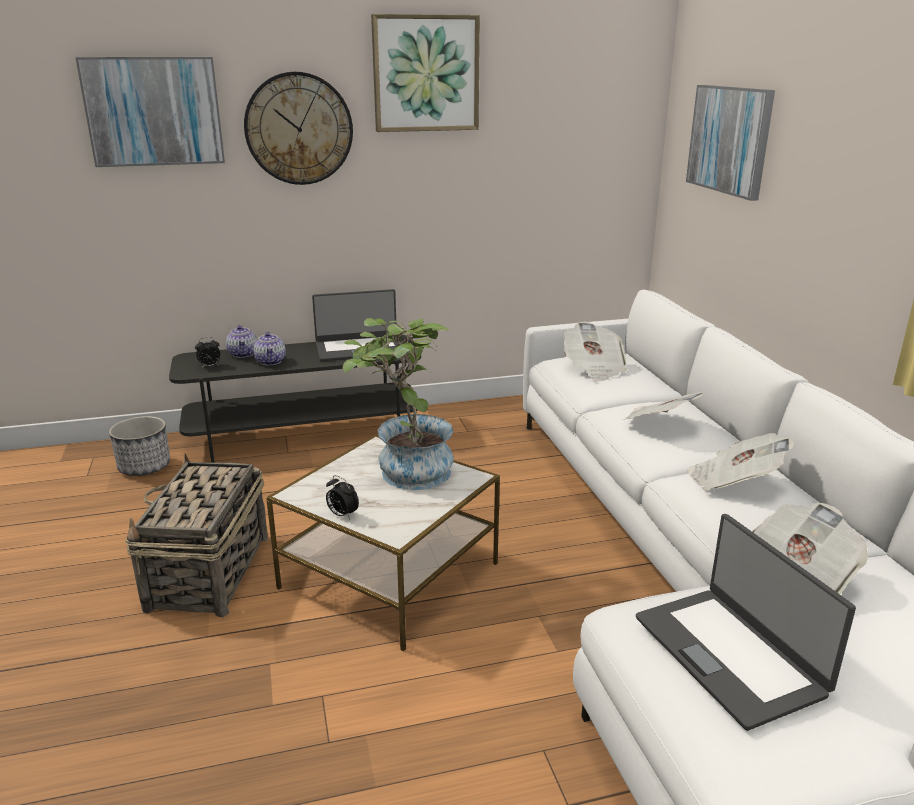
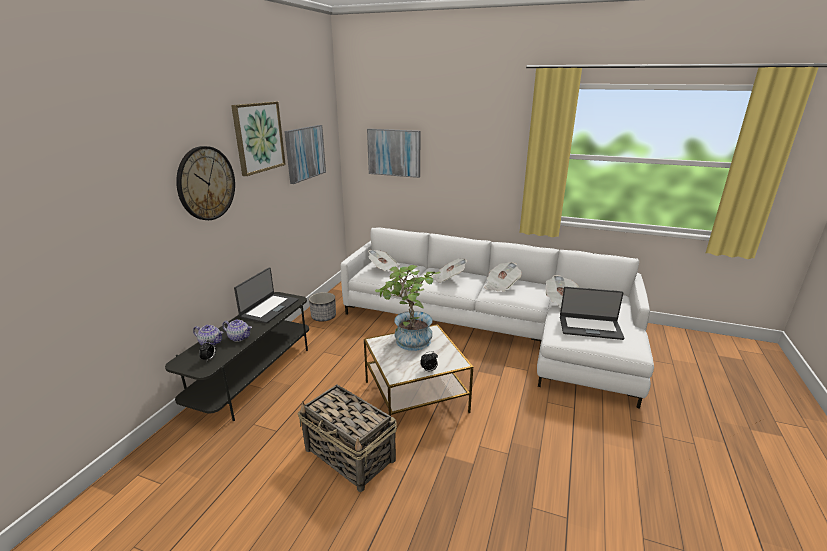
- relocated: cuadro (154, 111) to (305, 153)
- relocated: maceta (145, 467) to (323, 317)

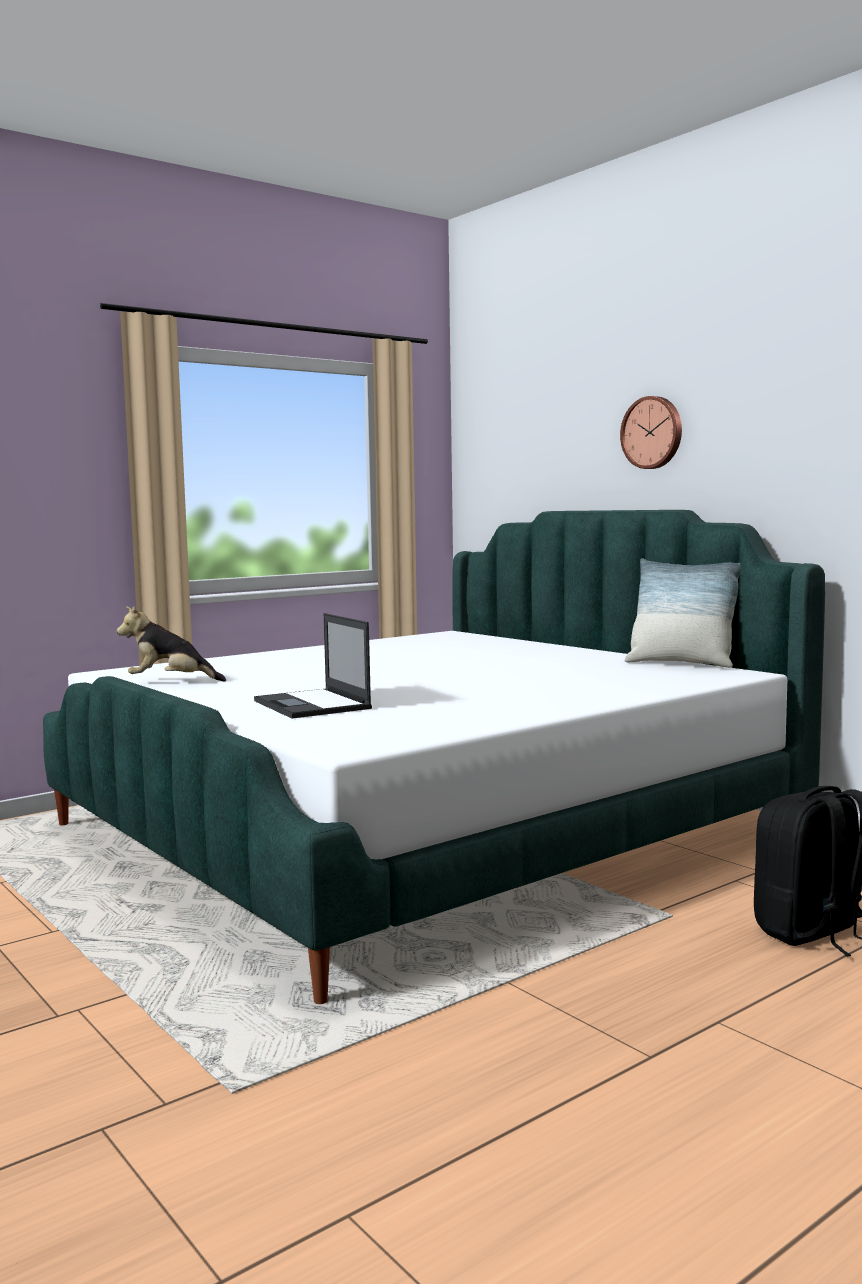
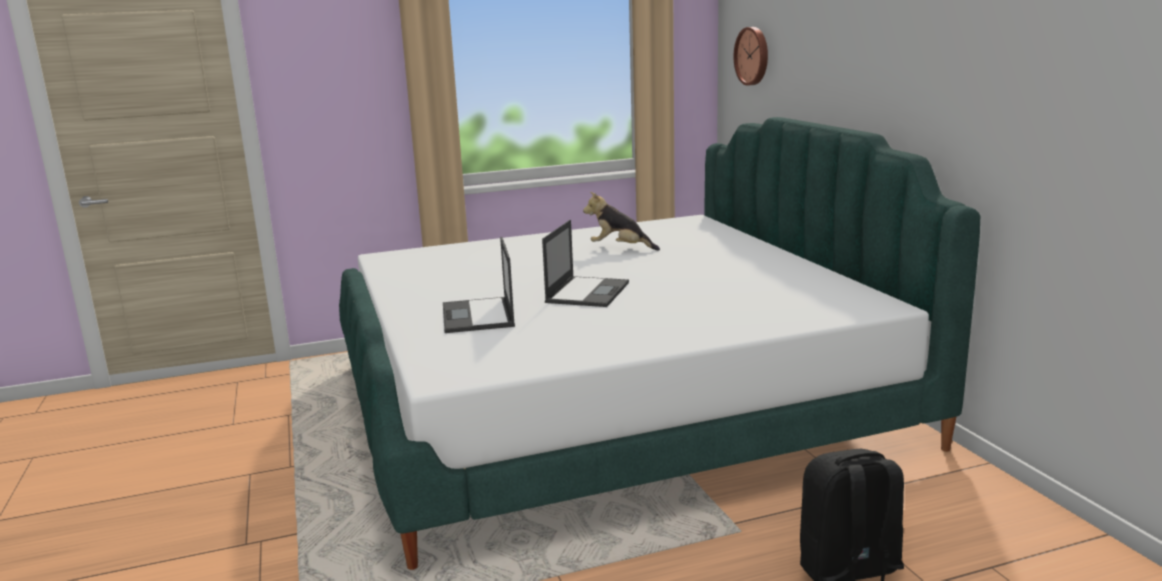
- appeared: portátil (587, 292)
- relocated: peluche (170, 682) to (620, 248)
- relocated: reloj de pared (653, 432) to (753, 56)
- missing: cojín (681, 664)

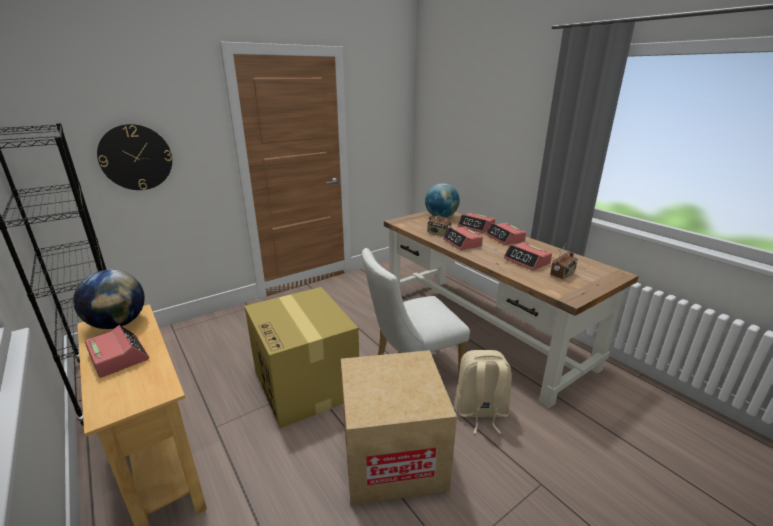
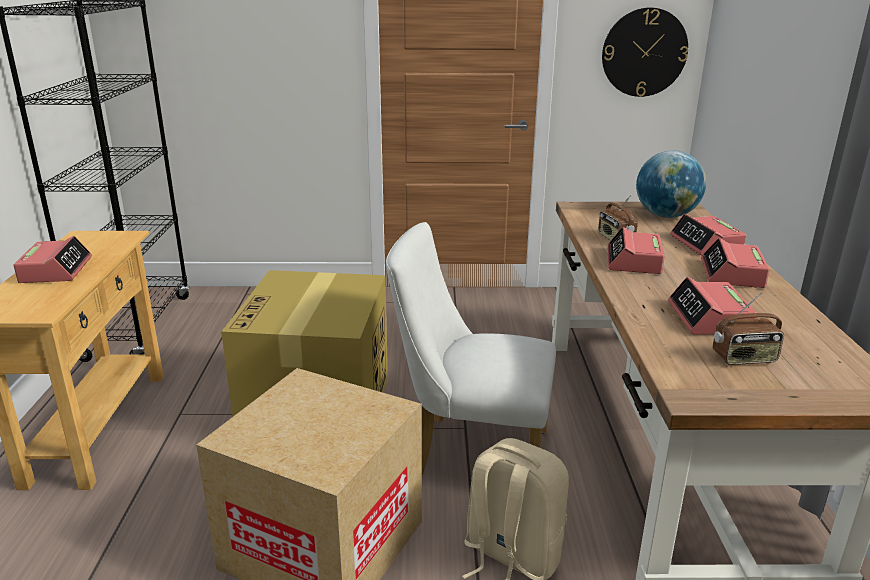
- relocated: reloj de pared (136, 157) to (644, 52)
- missing: globo terráqueo (118, 324)

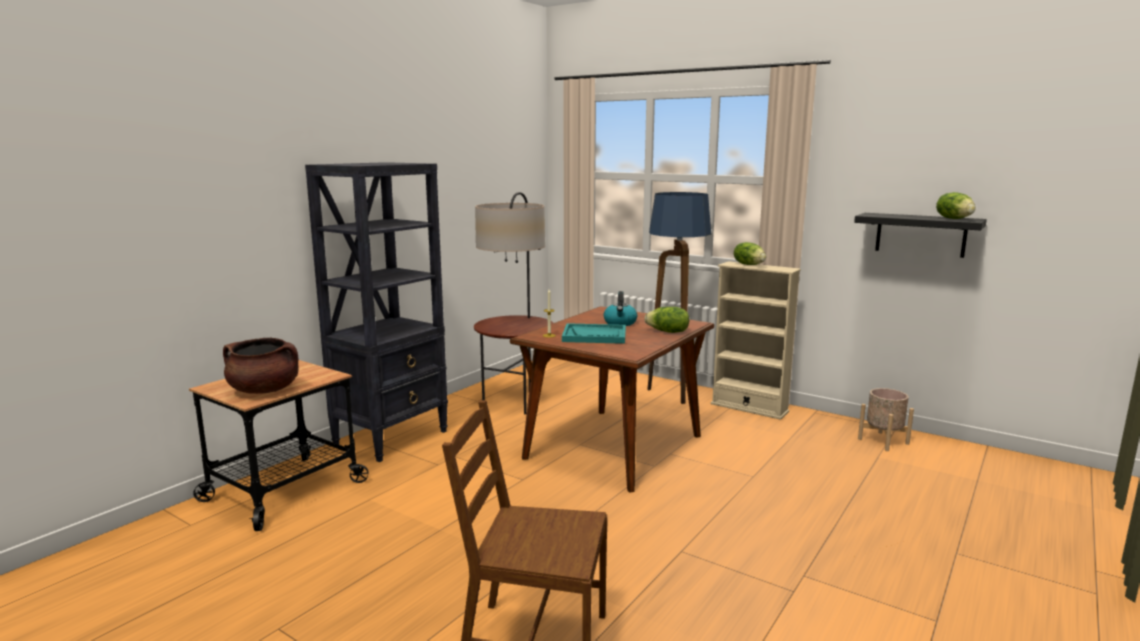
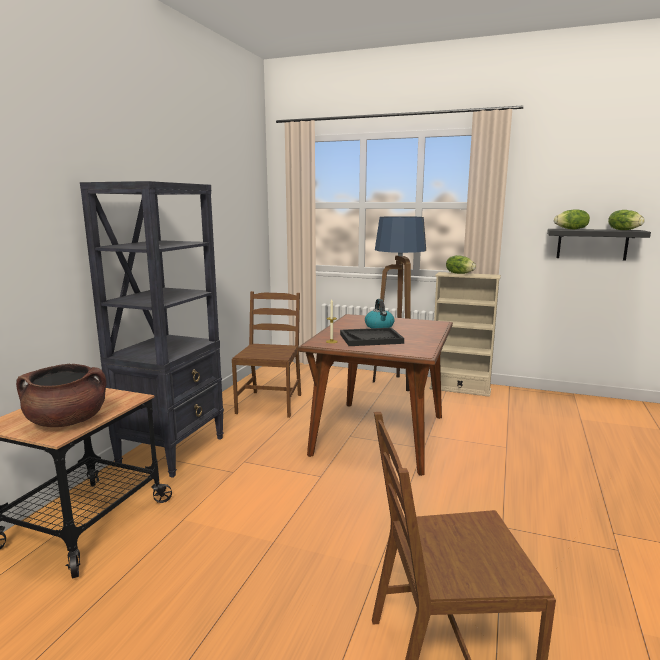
- exchanged: lámpara de pie (515, 402) to silla [marrón] (270, 403)
- colour: bandeja [turquesa] (594, 336) to bandeja [negro] (371, 339)
- relocated: lechuga (668, 332) to (571, 229)
- missing: maceta [beis] (883, 441)

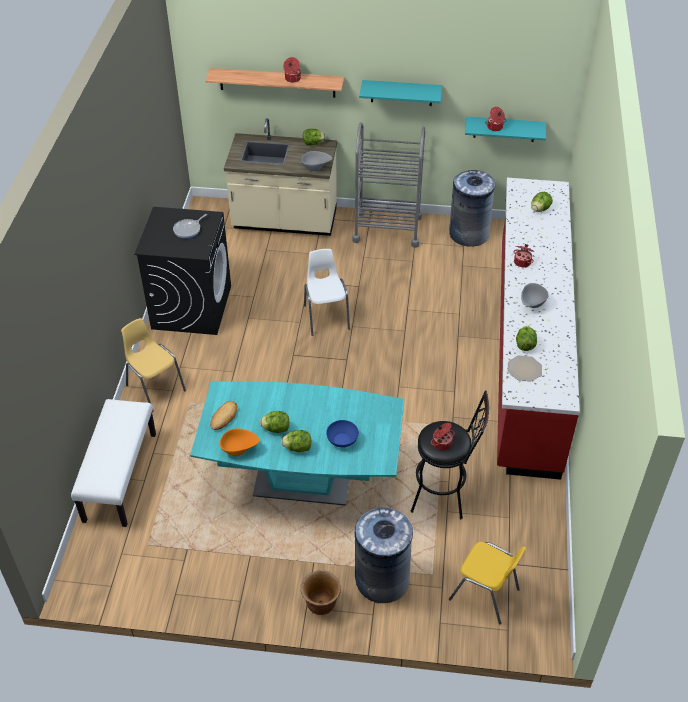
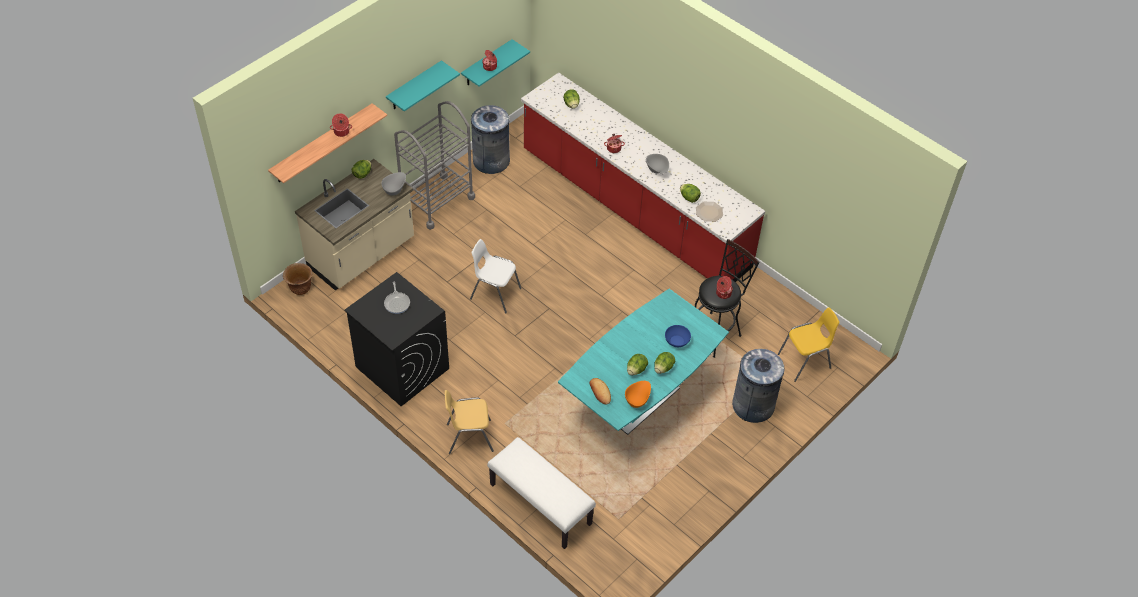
- relocated: maceta [marrón] (320, 604) to (300, 288)

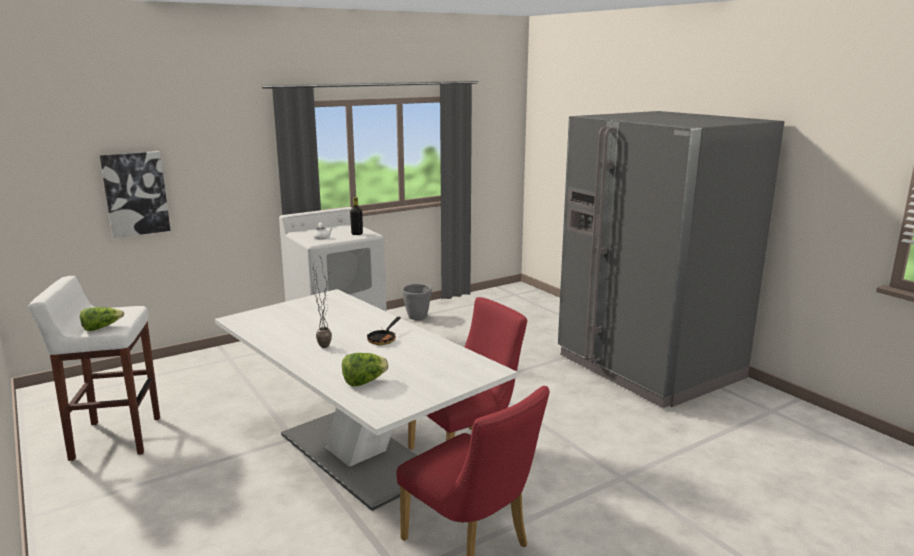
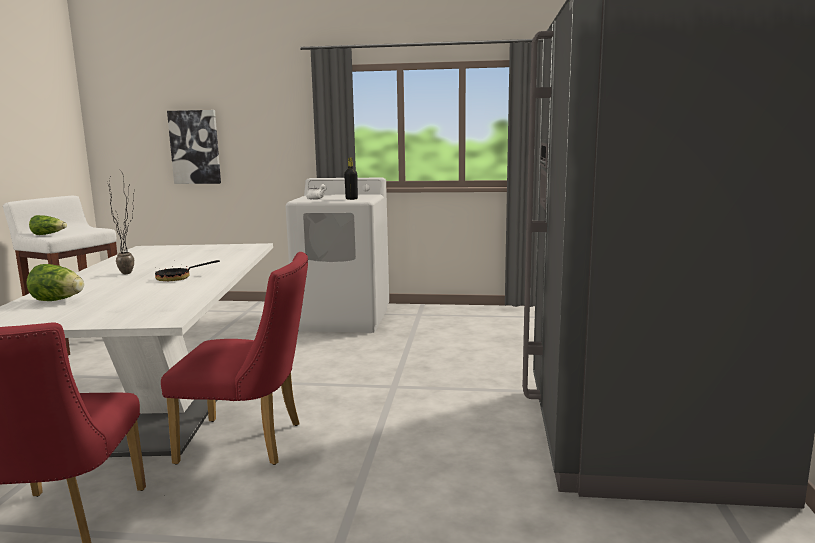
- missing: maceta [gris] (417, 318)

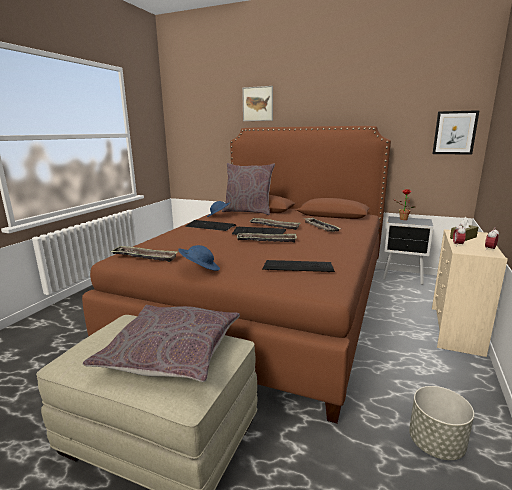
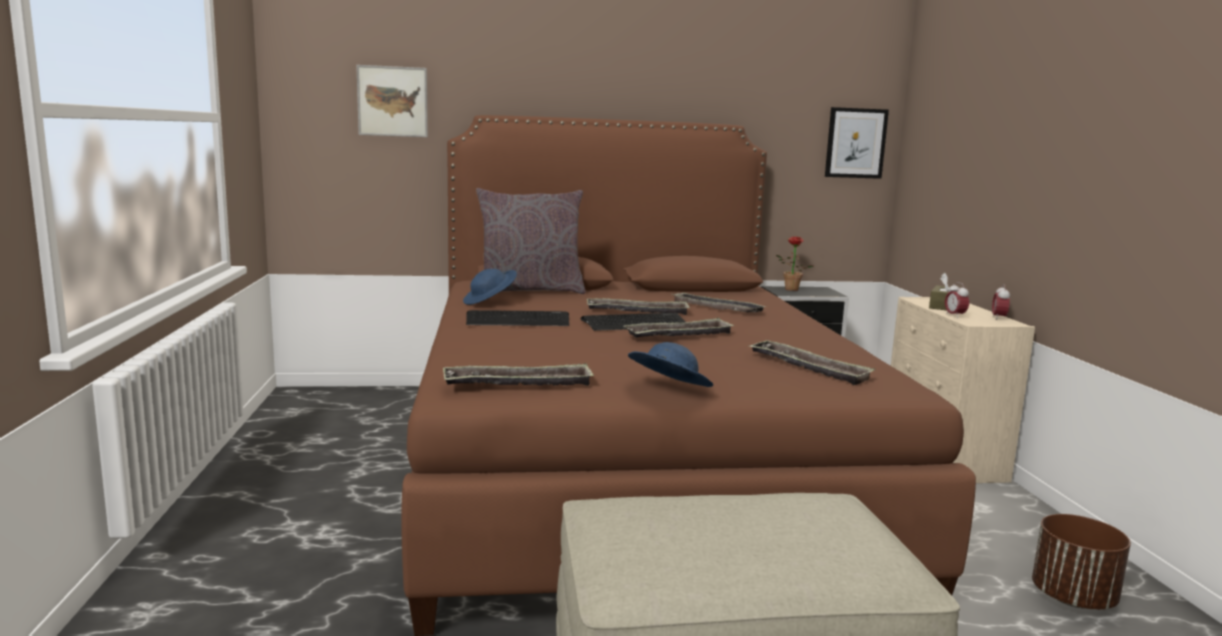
- relocated: cuadro (257, 104) to (392, 101)
- exchanged: teclado (298, 267) to bandeja (808, 368)
- colour: maceta [gris] (436, 444) to maceta [marrón] (1073, 599)
- missing: cojín [gris] (171, 352)

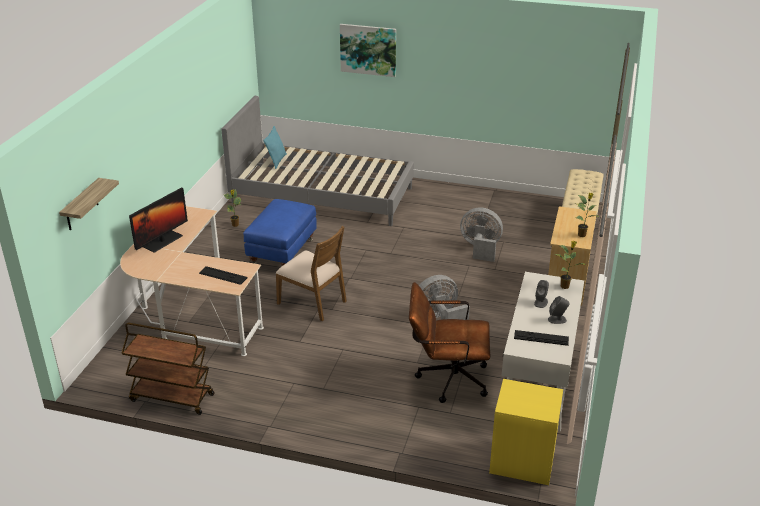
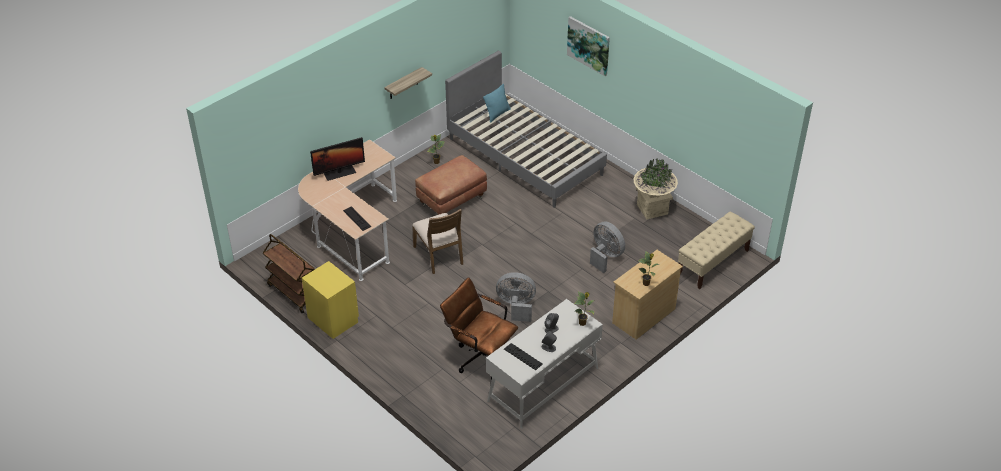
- relocated: mesita de noche [amarillo] (522, 461) to (333, 319)
- relocated: estante (81, 205) to (403, 84)
- colour: puf [azul] (282, 252) to puf [marrón] (451, 201)
- appeared: maceta [beis] (652, 209)

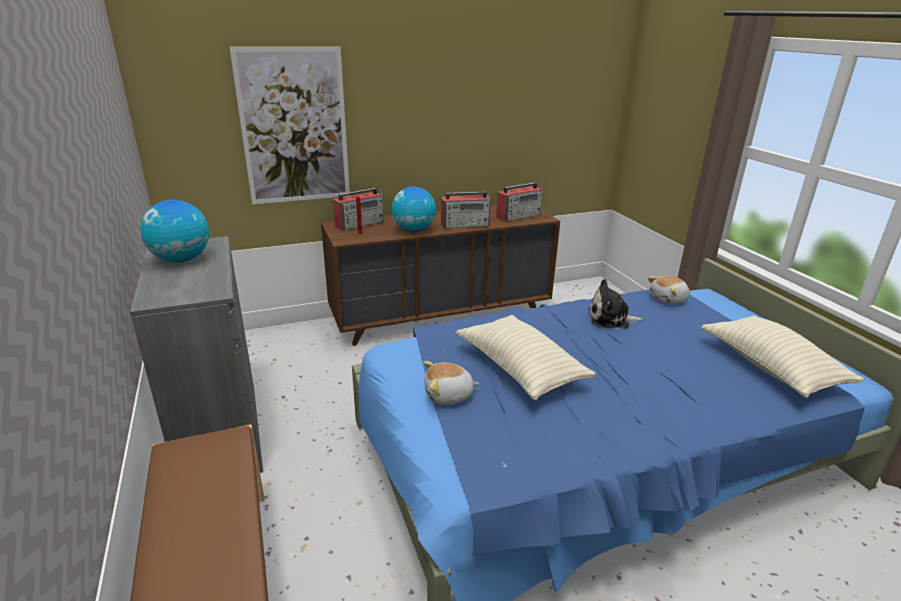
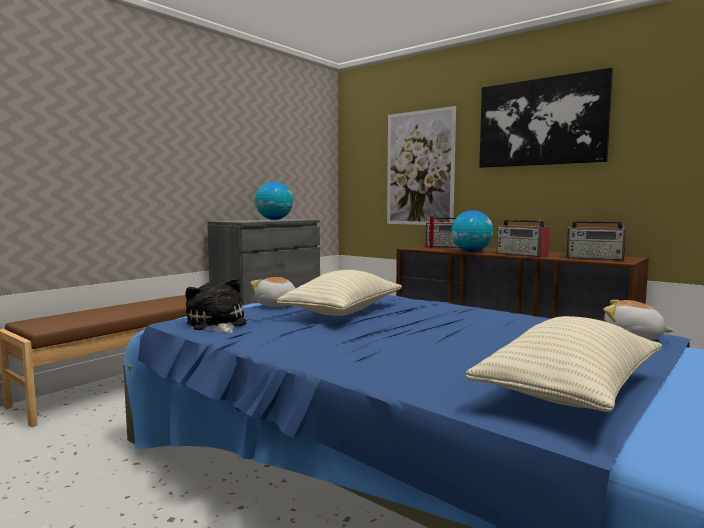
- relocated: peluche (611, 319) to (217, 324)
- appeared: cuadro (541, 122)

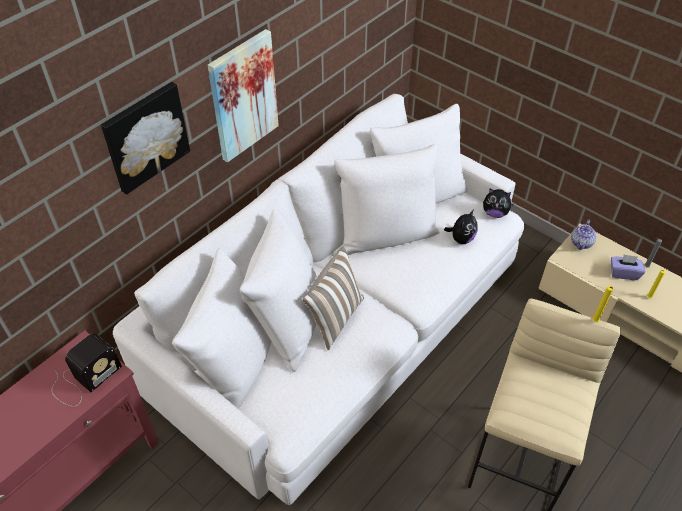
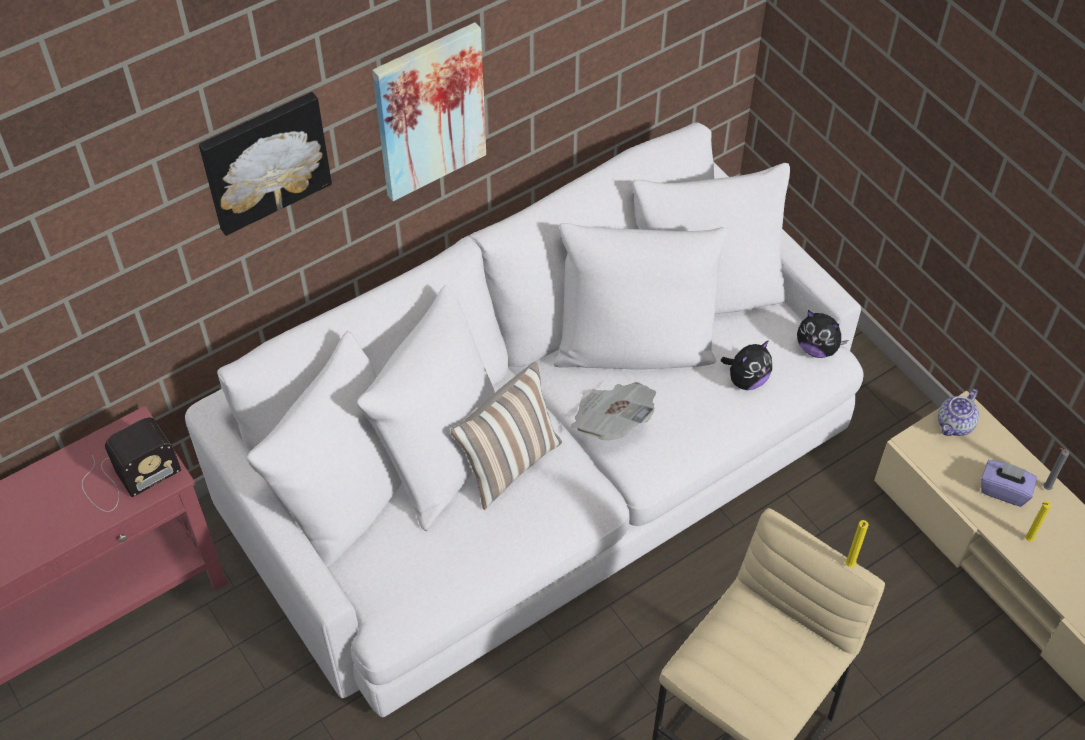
- appeared: periódico (611, 421)

